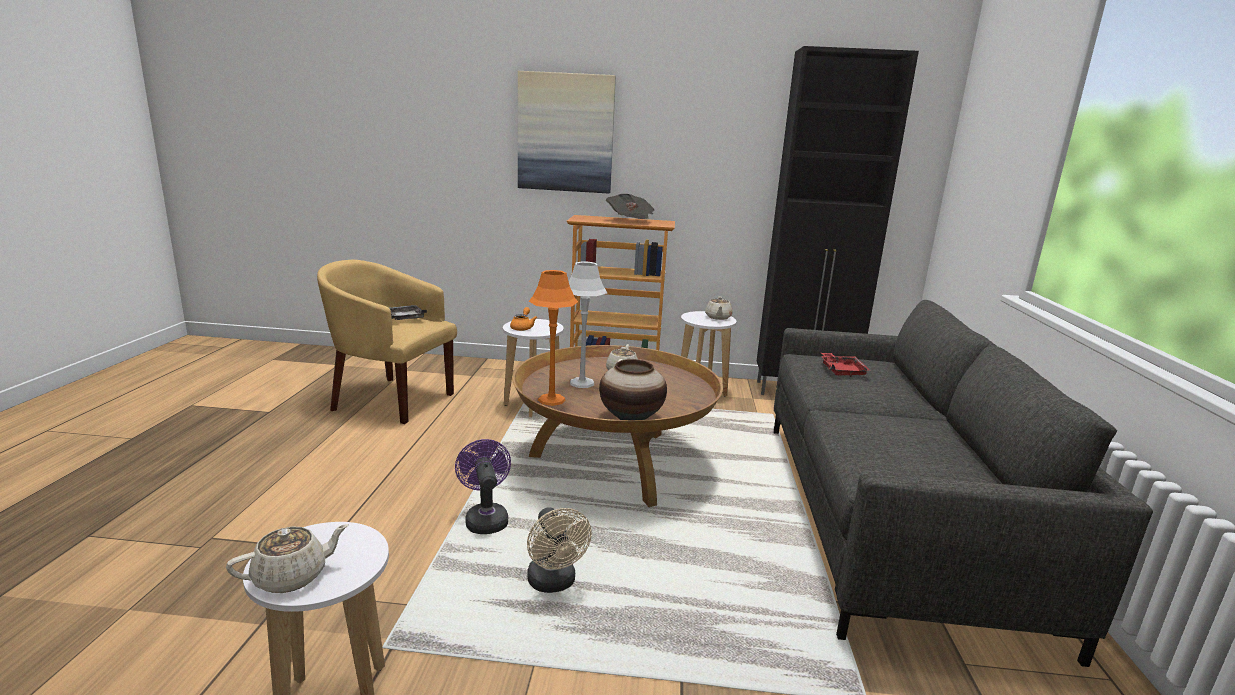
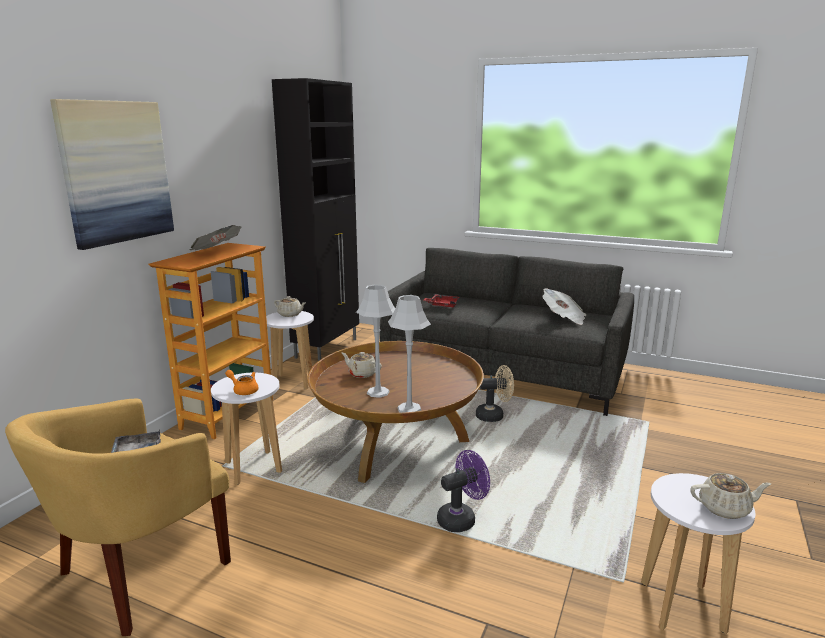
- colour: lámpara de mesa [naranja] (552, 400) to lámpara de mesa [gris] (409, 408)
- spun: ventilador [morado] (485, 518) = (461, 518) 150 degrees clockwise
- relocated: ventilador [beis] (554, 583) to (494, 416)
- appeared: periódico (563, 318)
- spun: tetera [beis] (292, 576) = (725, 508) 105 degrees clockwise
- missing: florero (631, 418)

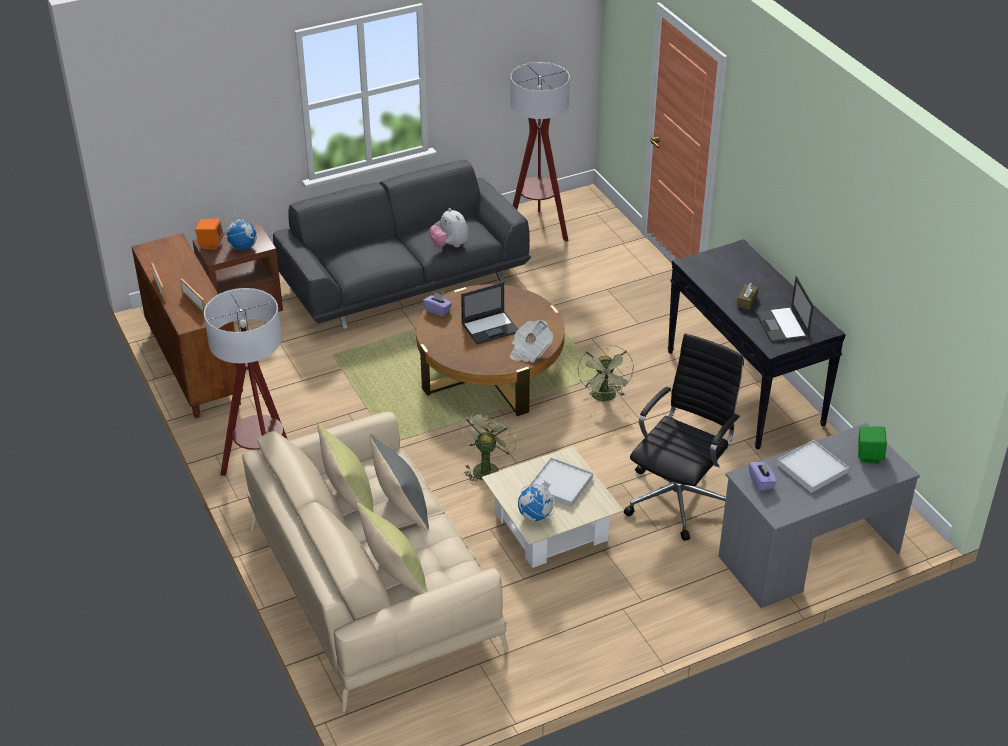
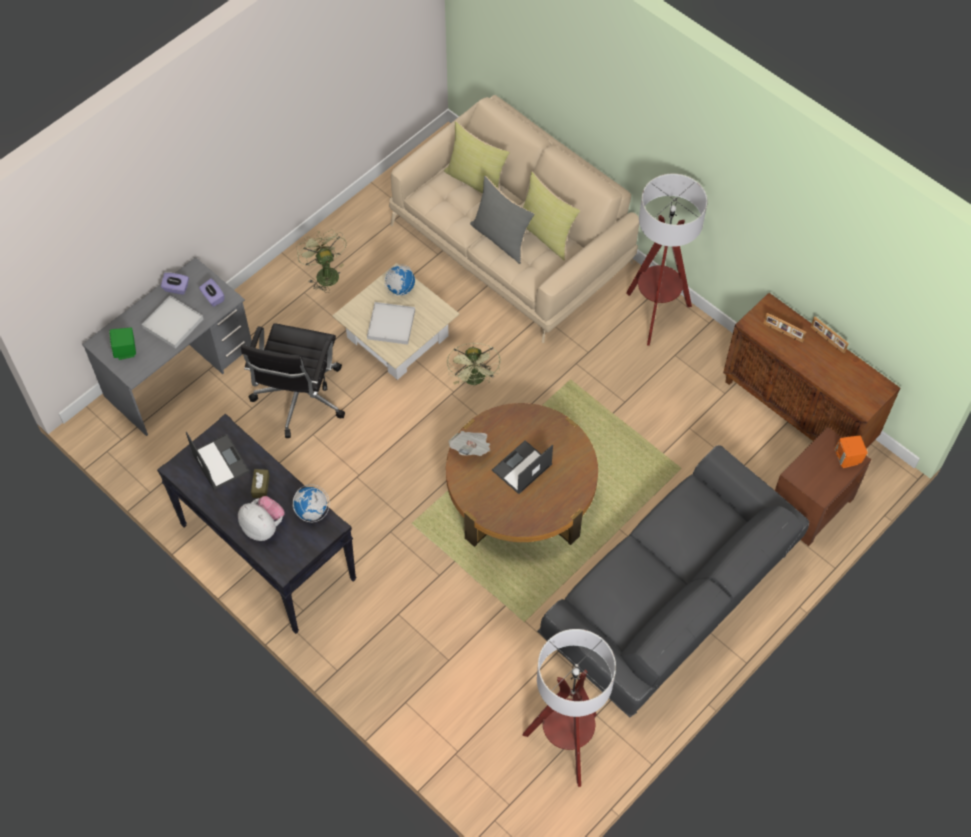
- relocated: caja de pañuelos [morado] (438, 310) to (176, 288)
- relocated: peluche (449, 245) to (263, 527)
- relocated: globo terráqueo (243, 246) to (311, 511)
- relocated: ventilador [verde] (605, 398) to (324, 273)

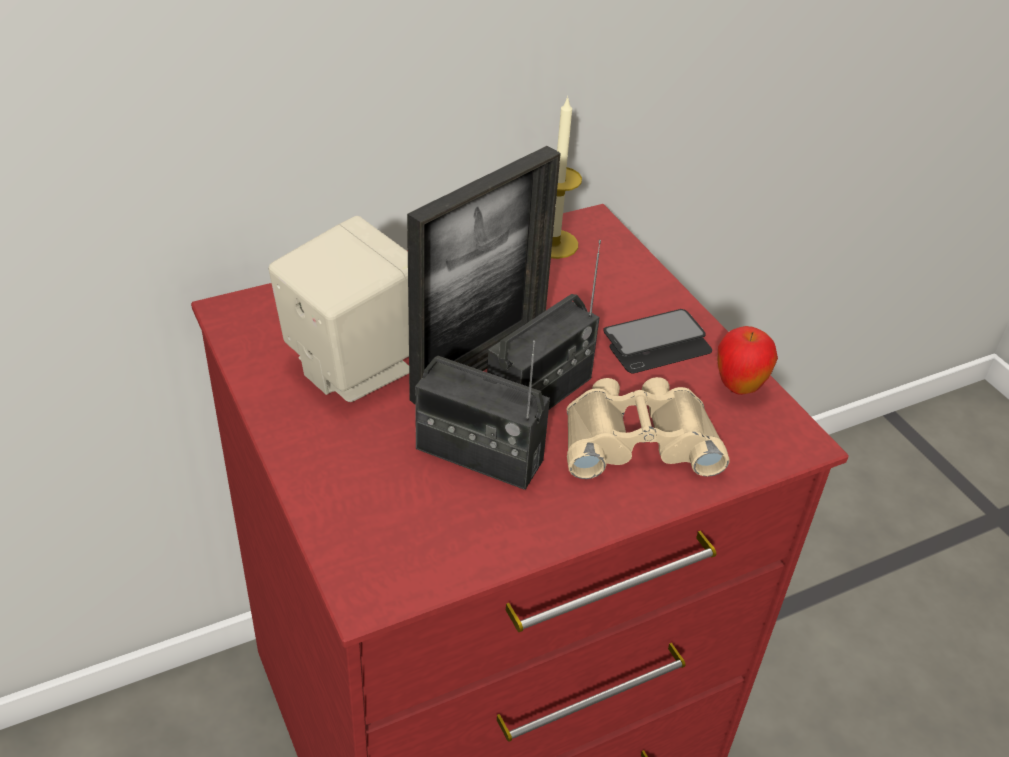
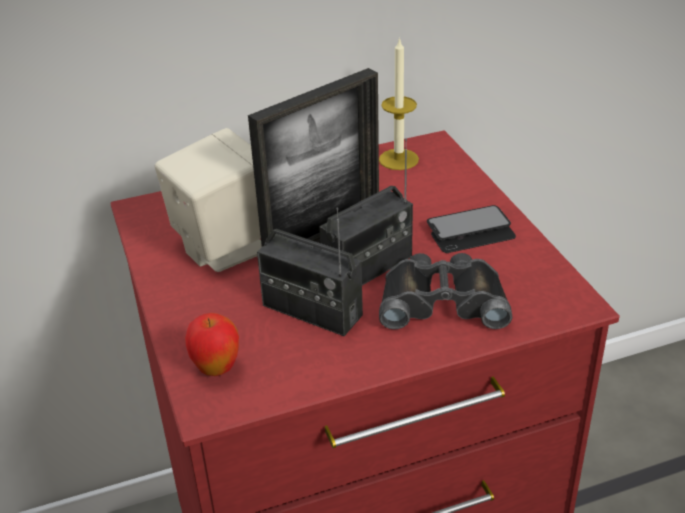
- relocated: manzana (738, 387) to (216, 369)
- colour: prismáticos [beis] (637, 439) to prismáticos [negro] (442, 301)

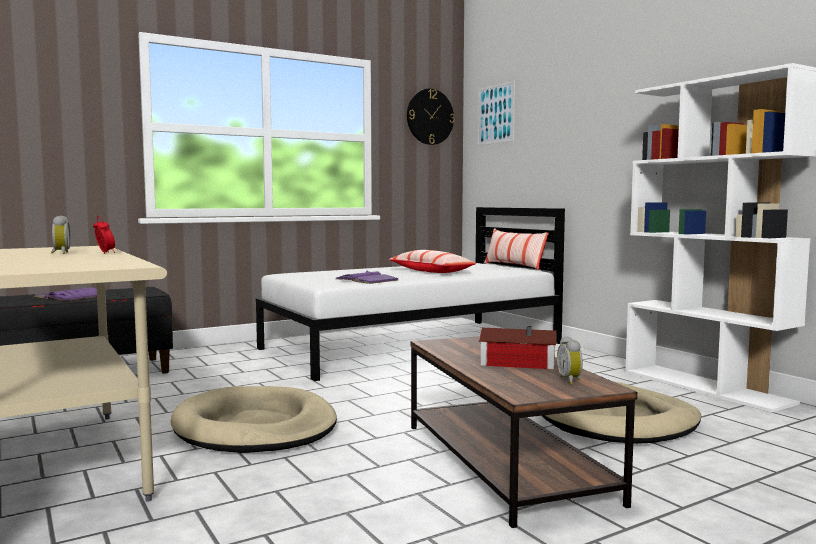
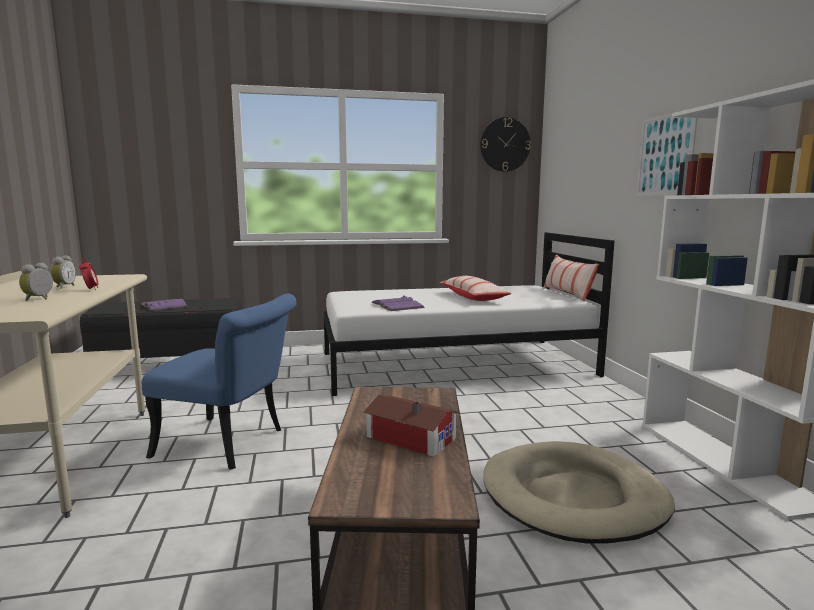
- relocated: despertador (571, 380) to (40, 299)
- exchanged: cama para perro [beis] (255, 427) to silla [azul] (231, 444)
- relocated: cuadro (495, 114) to (665, 155)

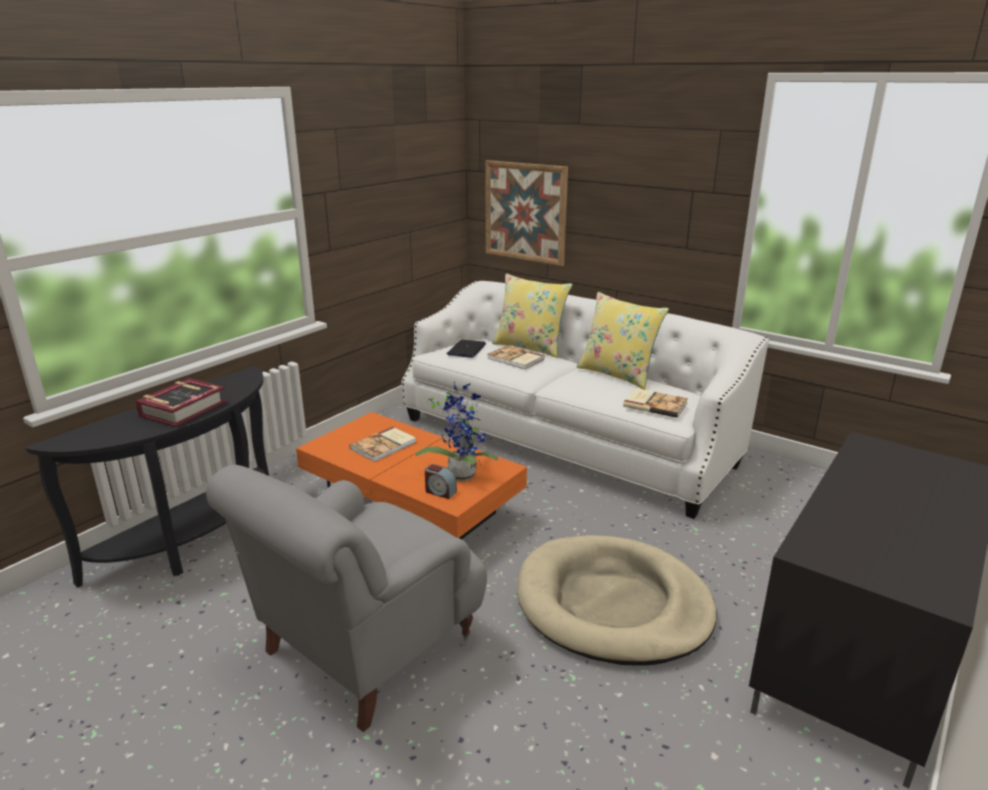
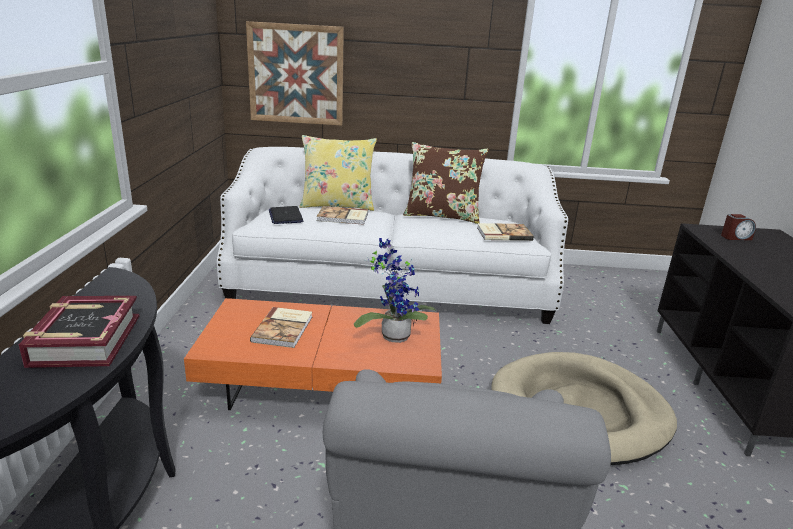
- colour: cojín [amarillo] (617, 374) to cojín [marrón] (442, 216)
- relocated: despertador (440, 492) to (735, 237)

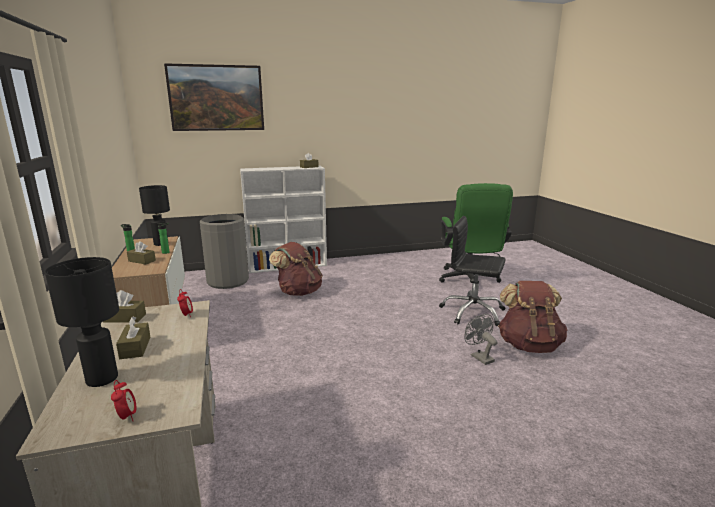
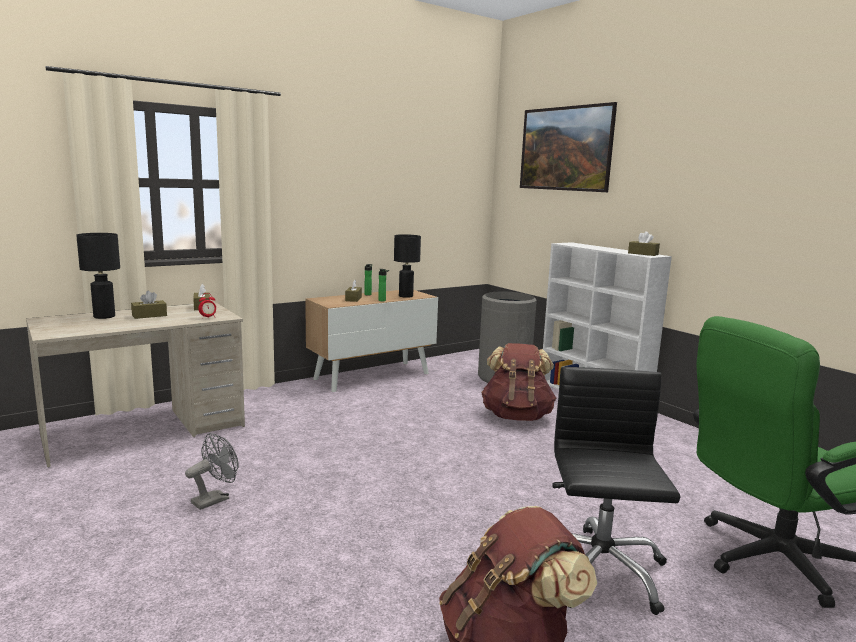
- relocated: ventilador [gris] (479, 357) to (215, 499)
- missing: despertador (127, 416)

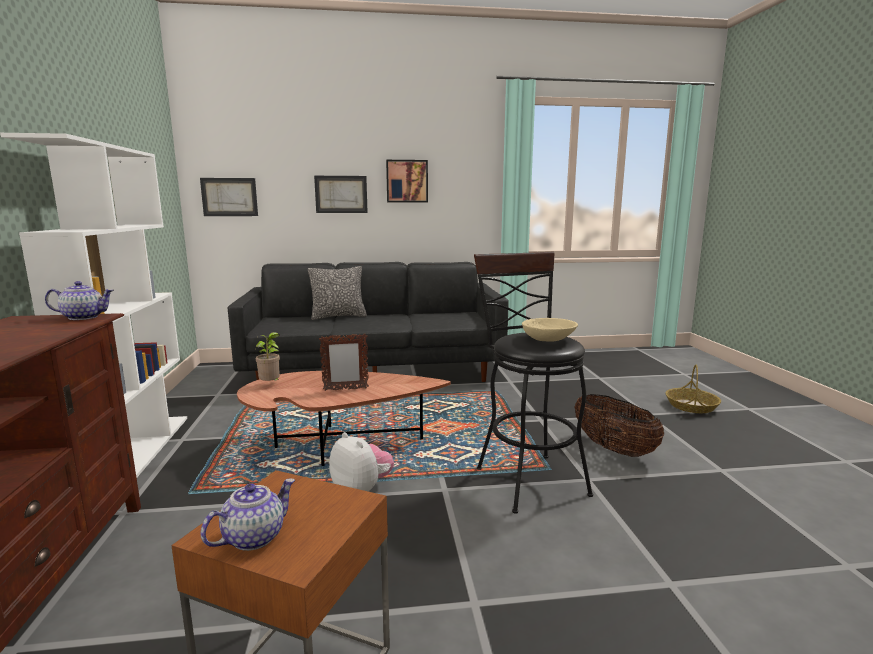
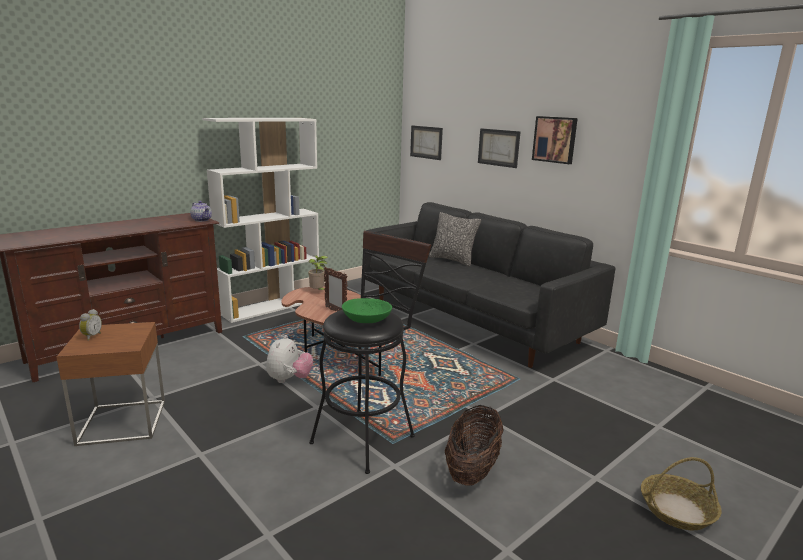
- exchanged: tetera (254, 537) to despertador (91, 336)
- colour: cuenco [beis] (548, 338) to cuenco [verde] (366, 319)

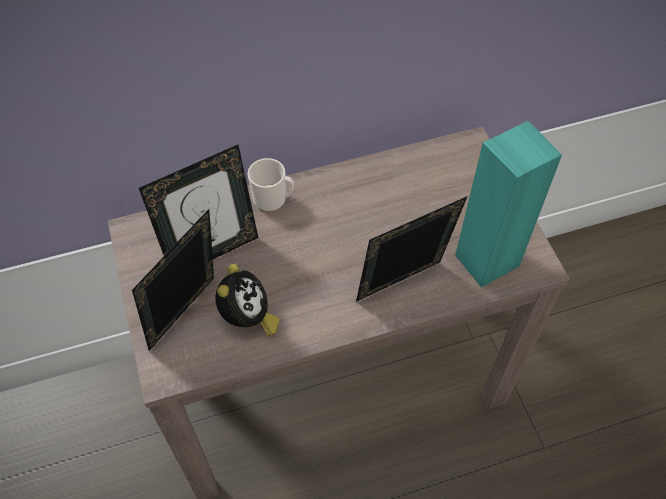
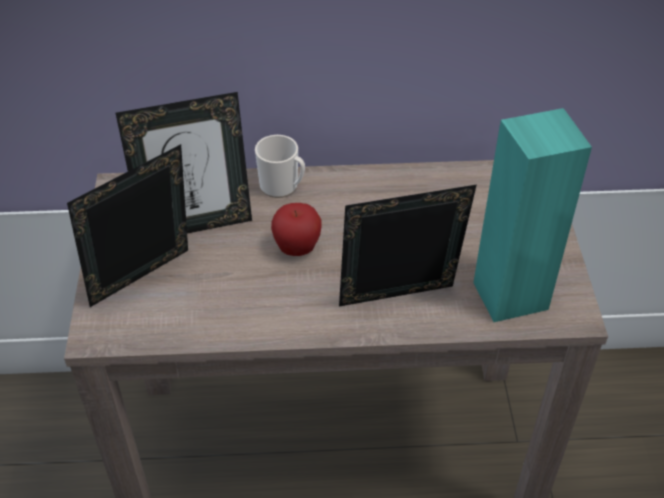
- appeared: manzana (297, 249)
- missing: despertador (248, 318)

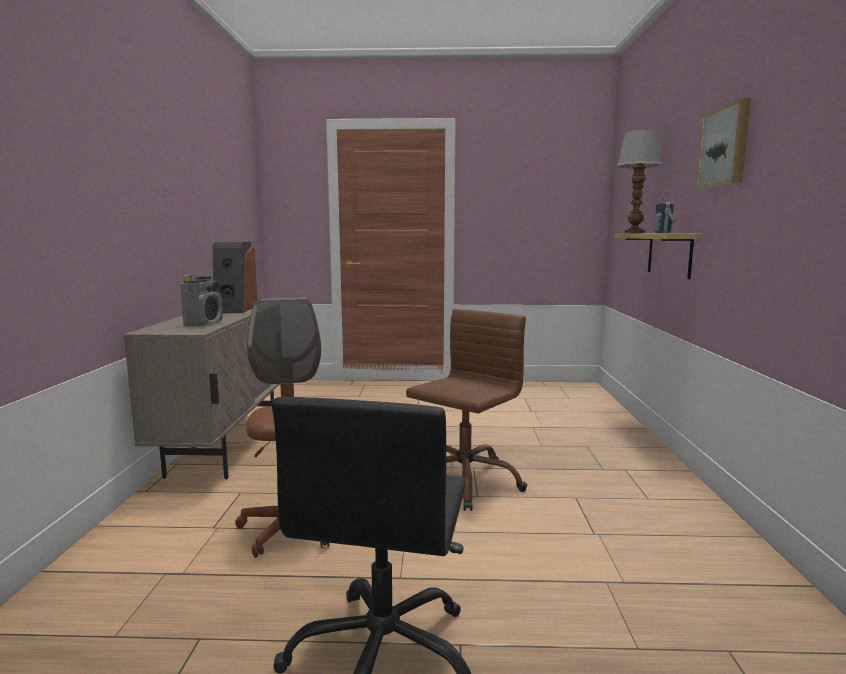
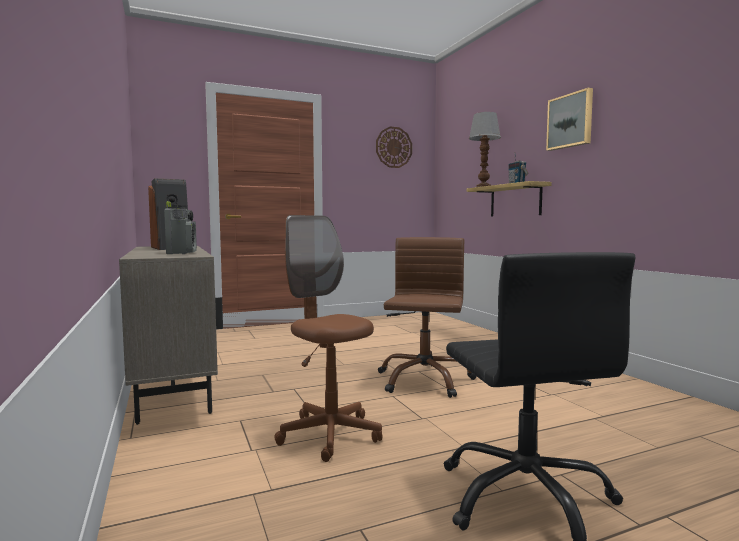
- appeared: reloj de pared (393, 147)

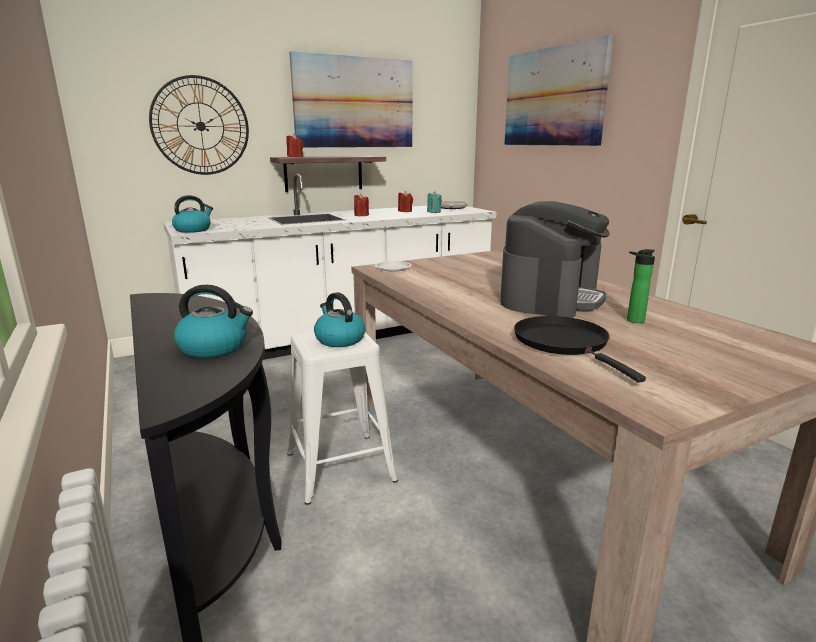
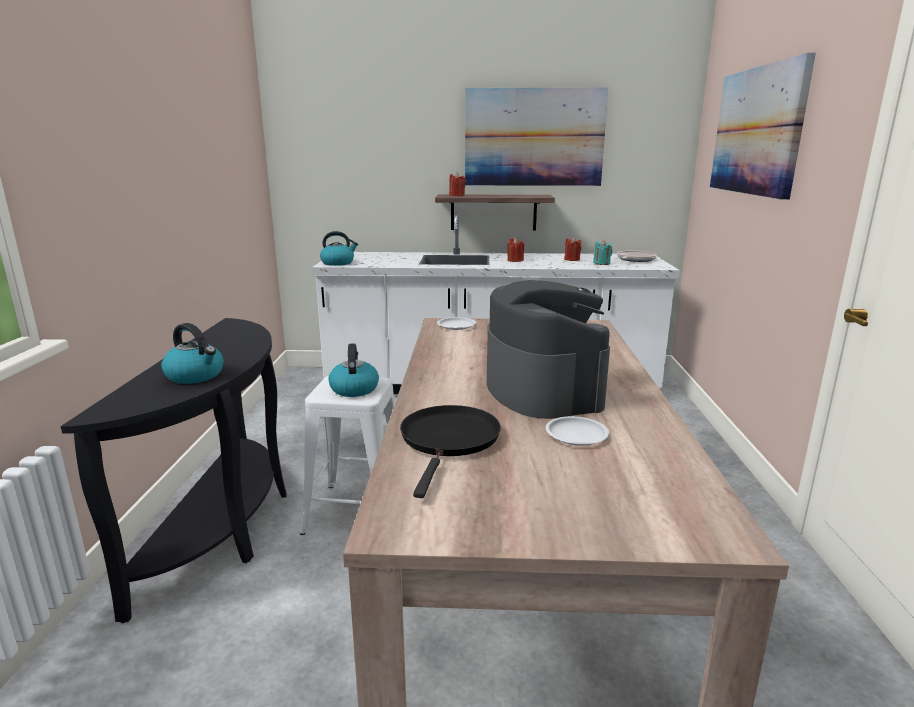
- spun: cafetera (550, 298) = (542, 389) 75 degrees counterclockwise
- exchanged: botella (633, 321) to plato [blanco] (576, 434)
- missing: reloj de pared (200, 126)

